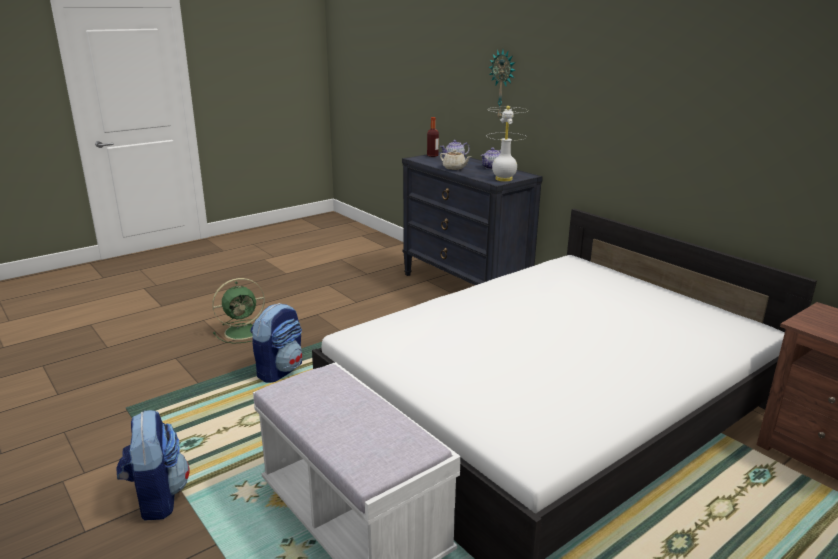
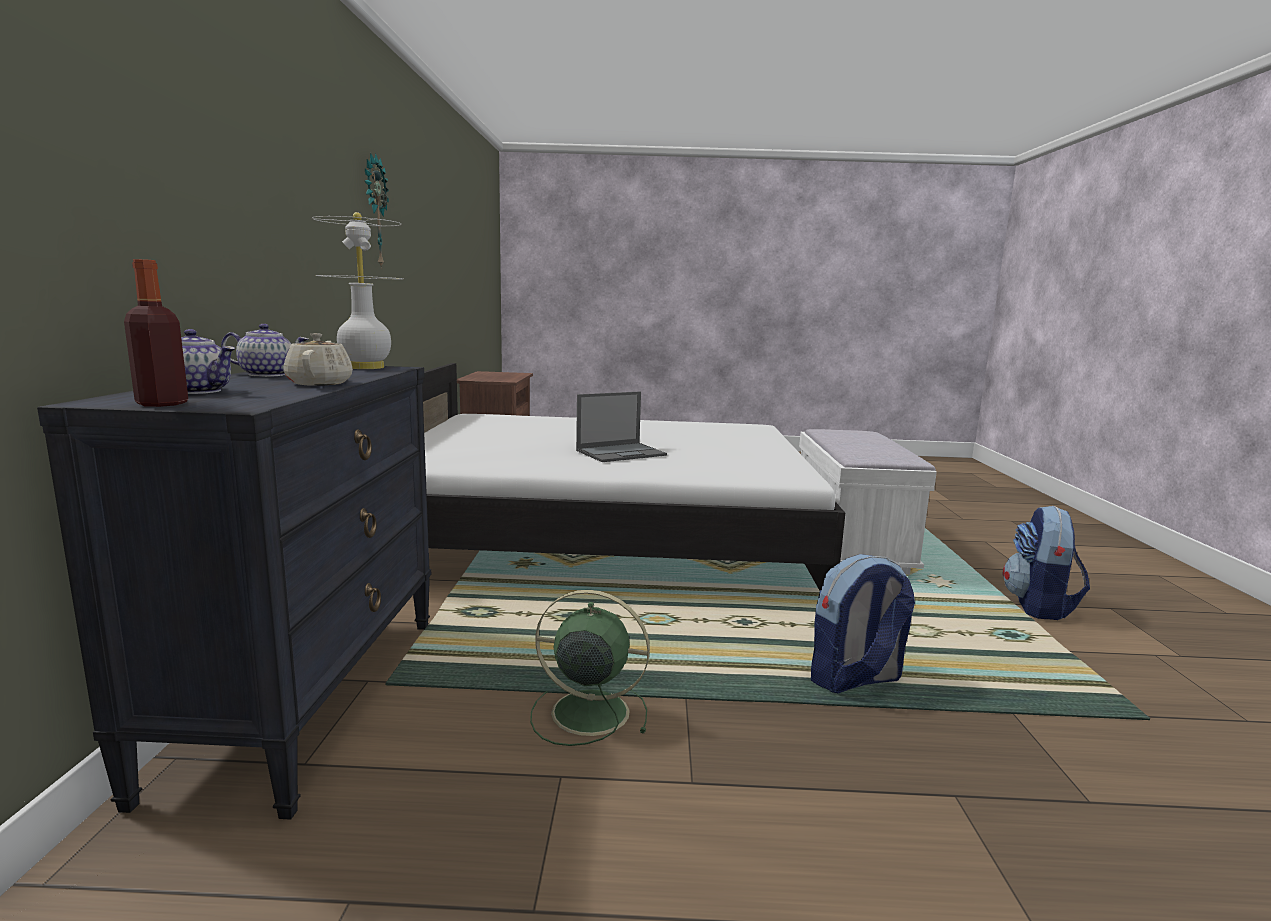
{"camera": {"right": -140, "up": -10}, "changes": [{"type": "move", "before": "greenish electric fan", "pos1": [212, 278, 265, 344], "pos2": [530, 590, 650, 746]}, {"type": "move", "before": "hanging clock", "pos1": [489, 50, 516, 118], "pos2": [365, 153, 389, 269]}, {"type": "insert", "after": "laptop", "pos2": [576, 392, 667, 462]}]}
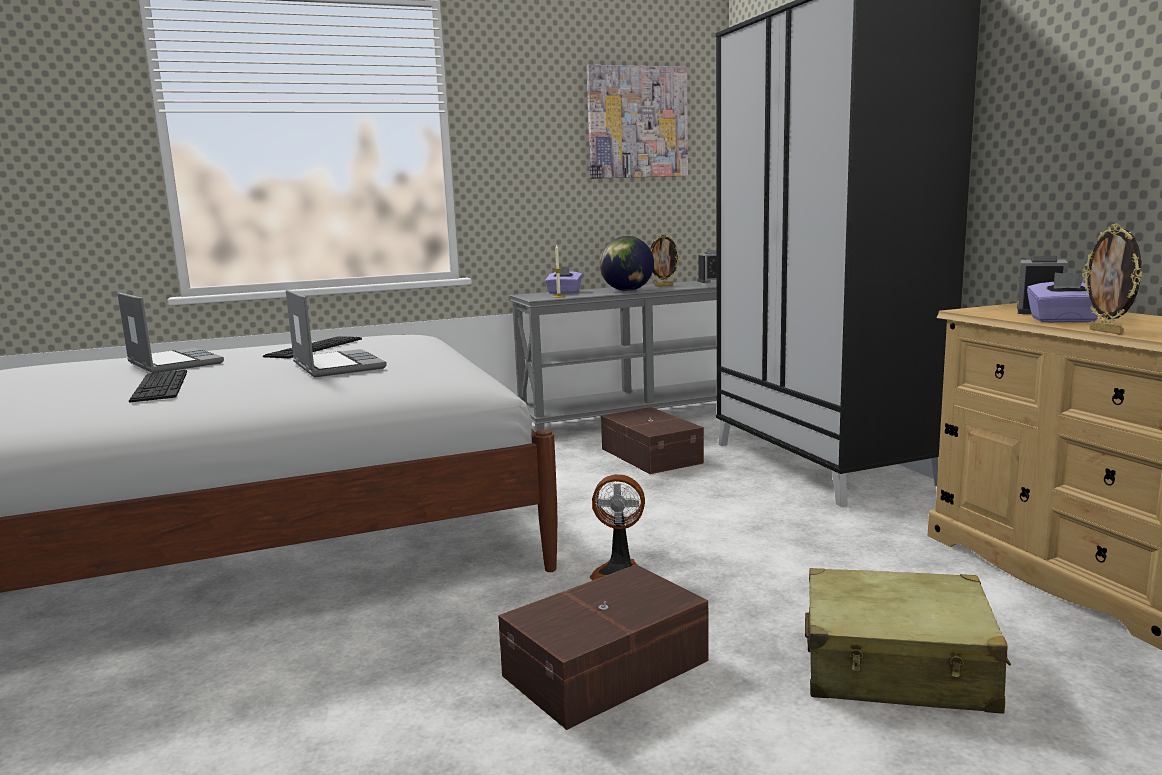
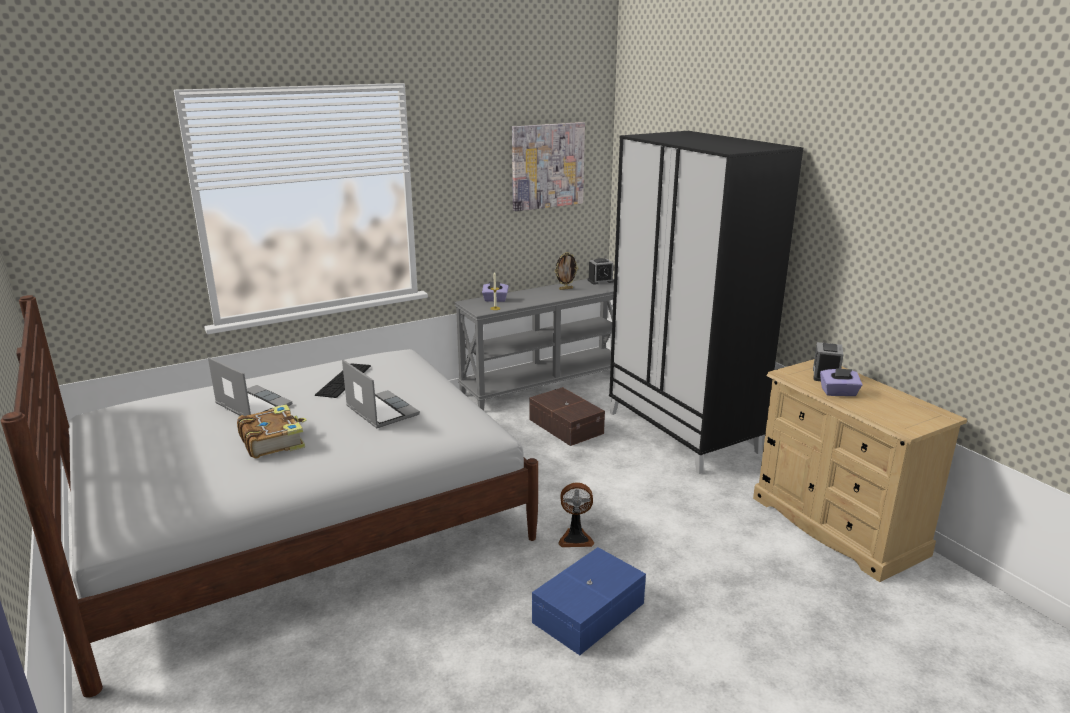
{"camera": {"right": -10, "up": 10}, "changes": [{"type": "replace", "before": "computer keyboard", "after": "bound book", "pos1": [129, 370, 187, 402], "pos2": [237, 404, 306, 459]}, {"type": "recolor", "before": "brownish storage bin", "after": "blue-coloured storage bin", "pos1": [498, 564, 709, 730], "pos2": [532, 547, 646, 655]}, {"type": "delete", "before": "globe", "pos1": [600, 236, 654, 291]}, {"type": "delete", "before": "beige piece of luggage", "pos1": [805, 568, 1011, 714]}, {"type": "delete", "before": "photo frame", "pos1": [1082, 224, 1143, 335]}]}
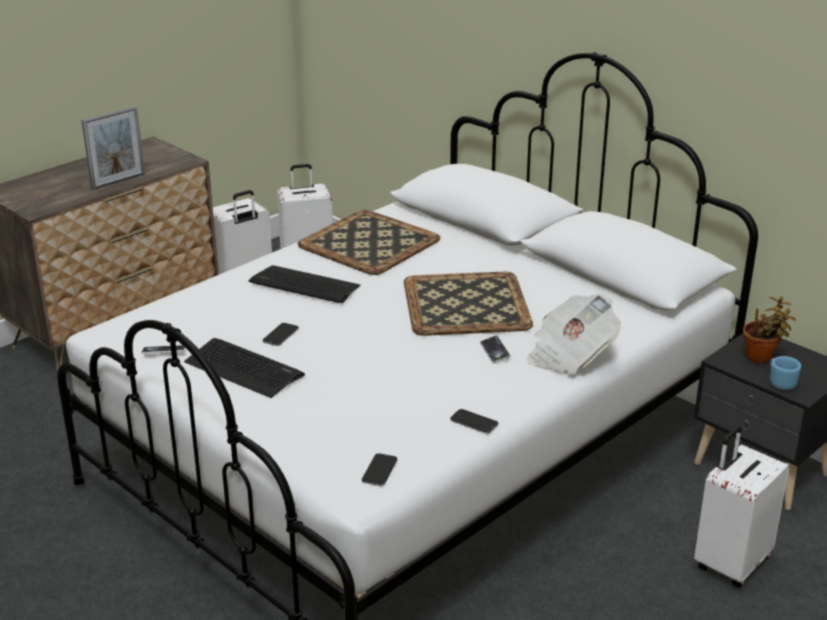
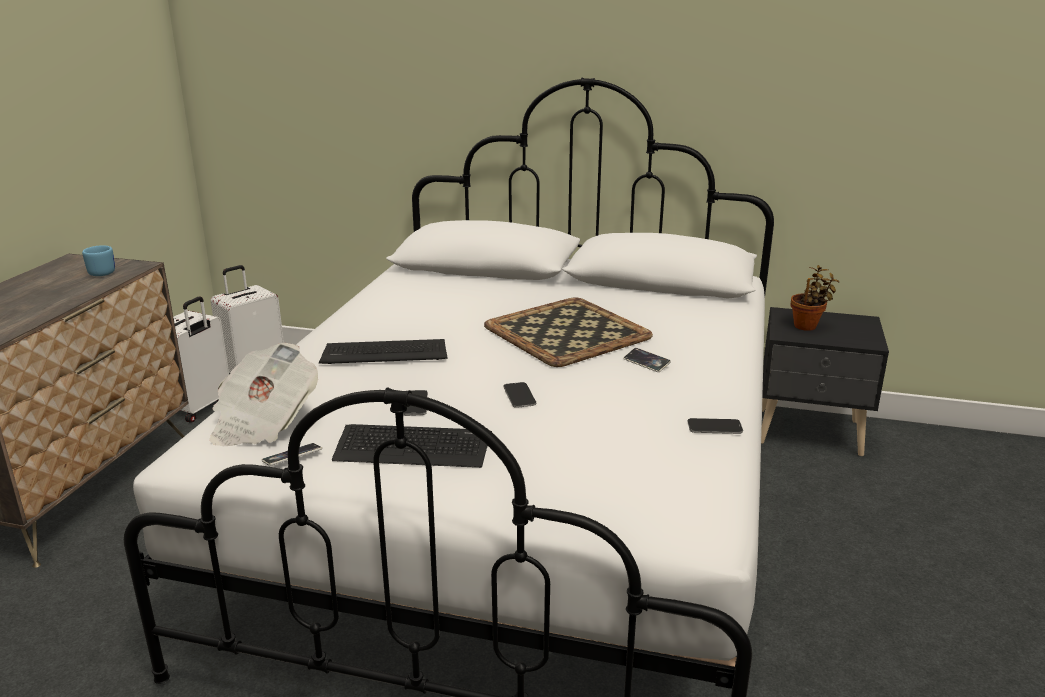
{"camera": {"right": -30, "up": -5}, "changes": [{"type": "delete", "before": "photo frame", "pos1": [81, 106, 145, 190]}, {"type": "delete", "before": "carrying tray", "pos1": [298, 210, 440, 275]}, {"type": "move", "before": "handset", "pos1": [362, 453, 397, 486], "pos2": [503, 382, 536, 408]}, {"type": "move", "before": "daily paper", "pos1": [527, 295, 621, 374], "pos2": [210, 343, 318, 446]}, {"type": "delete", "before": "whitish piece of luggage", "pos1": [694, 426, 790, 588]}, {"type": "move", "before": "blue-coloured tea mug", "pos1": [770, 356, 801, 390], "pos2": [82, 245, 115, 276]}]}
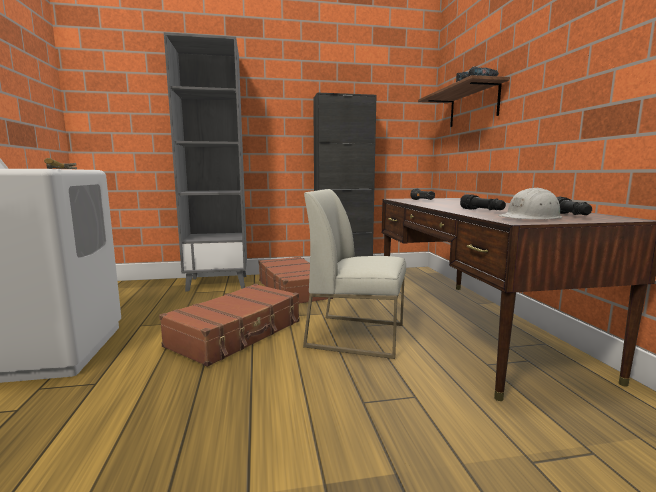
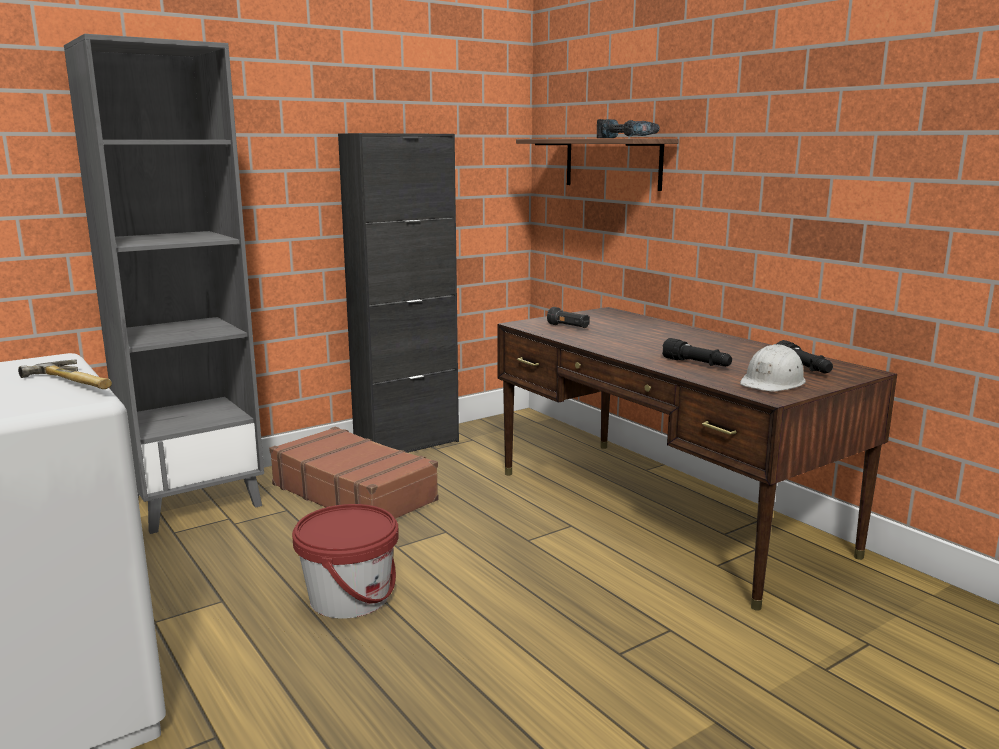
{"camera": {"right": -25, "up": 5}, "changes": [{"type": "replace", "before": "brownish piece of luggage", "after": "red water bucket", "pos1": [159, 284, 300, 367], "pos2": [292, 504, 399, 619]}, {"type": "delete", "before": "whitish chair", "pos1": [303, 189, 406, 359]}]}
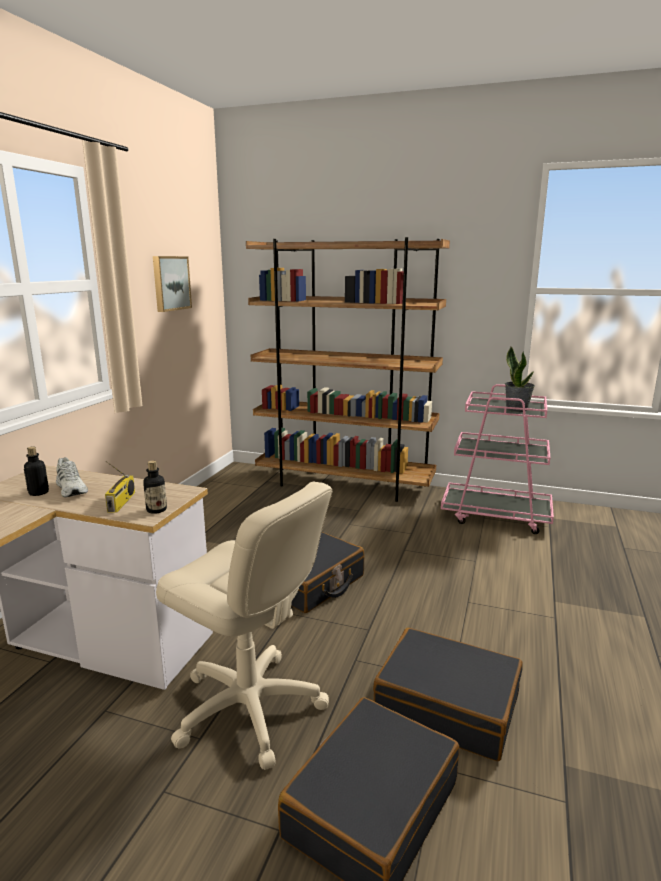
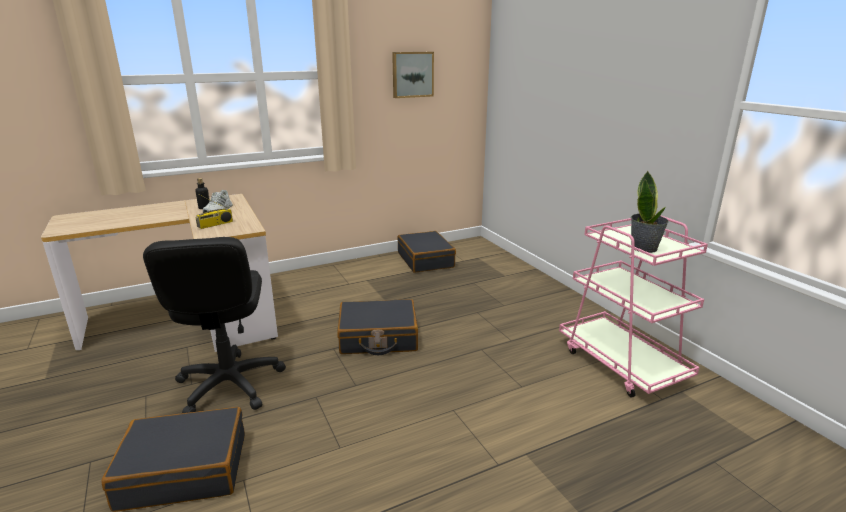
{"camera": {"right": 45, "up": 5}, "changes": [{"type": "delete", "before": "beverage bottle", "pos1": [143, 461, 167, 514]}, {"type": "recolor", "before": "beige office chair", "after": "blackish office chair", "pos1": [156, 482, 332, 770], "pos2": [143, 237, 286, 413]}, {"type": "delete", "before": "brownish bookcase", "pos1": [246, 237, 450, 502]}, {"type": "move", "before": "blackish piece of luggage", "pos1": [373, 628, 523, 761], "pos2": [397, 231, 456, 273]}]}
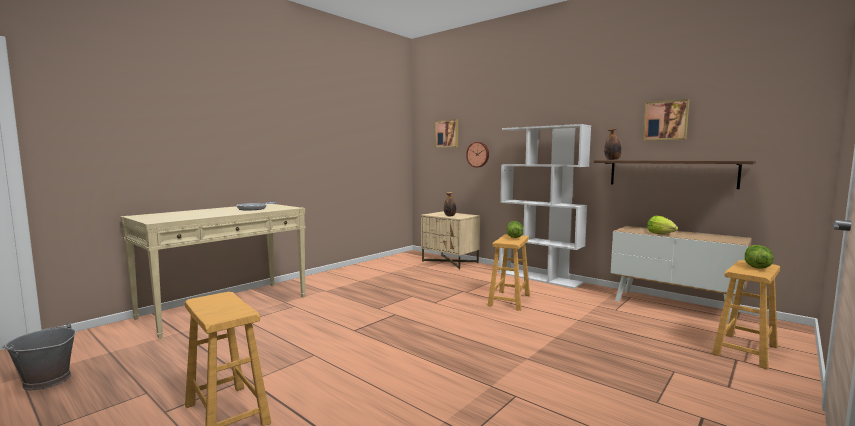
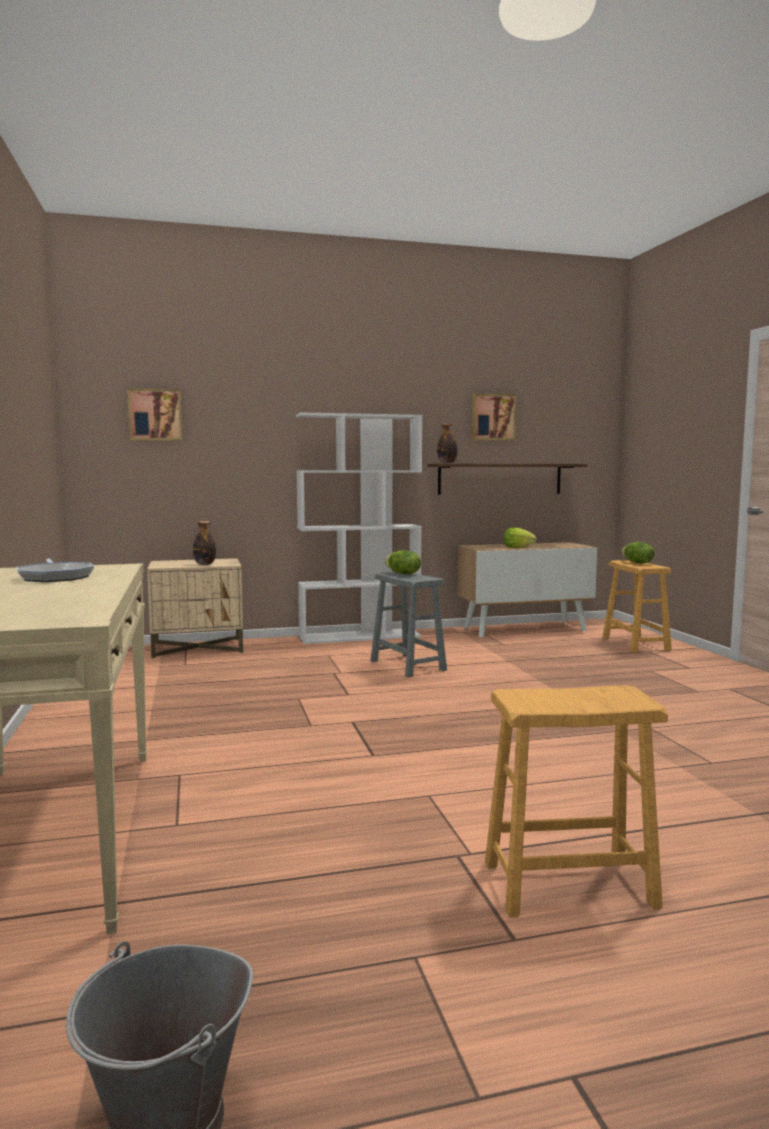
{"camera": {"right": -55, "up": 0}, "changes": [{"type": "delete", "before": "hanging clock", "pos1": [466, 142, 489, 167]}, {"type": "recolor", "before": "brownish stool", "after": "gray stool", "pos1": [487, 234, 530, 311], "pos2": [370, 571, 447, 677]}]}
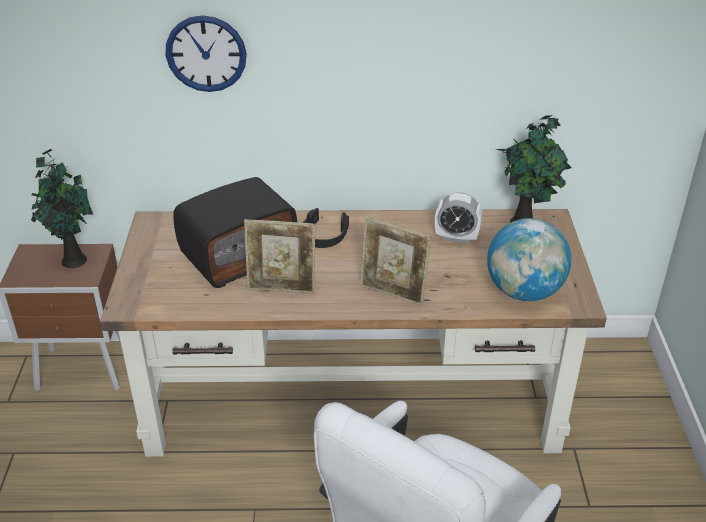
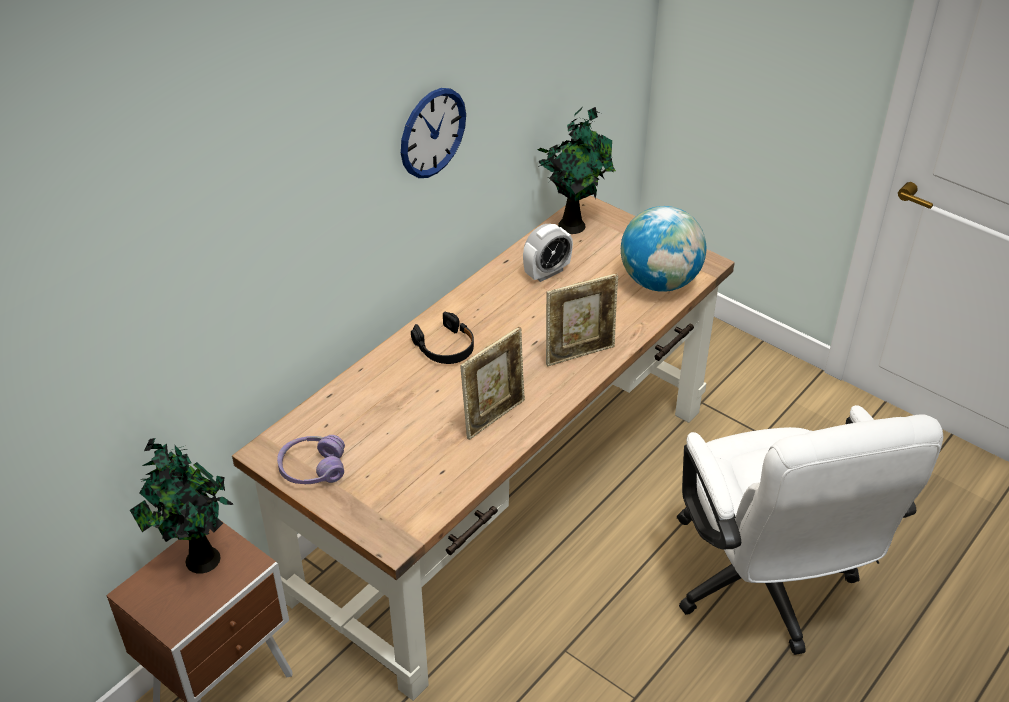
{"camera": {"right": -50, "up": 5}, "changes": [{"type": "move", "before": "hanging clock", "pos1": [165, 15, 247, 92], "pos2": [401, 88, 466, 178]}, {"type": "delete", "before": "radio receiver", "pos1": [173, 177, 297, 288]}, {"type": "insert", "after": "purple-coloured headphones", "pos2": [277, 435, 345, 484]}]}
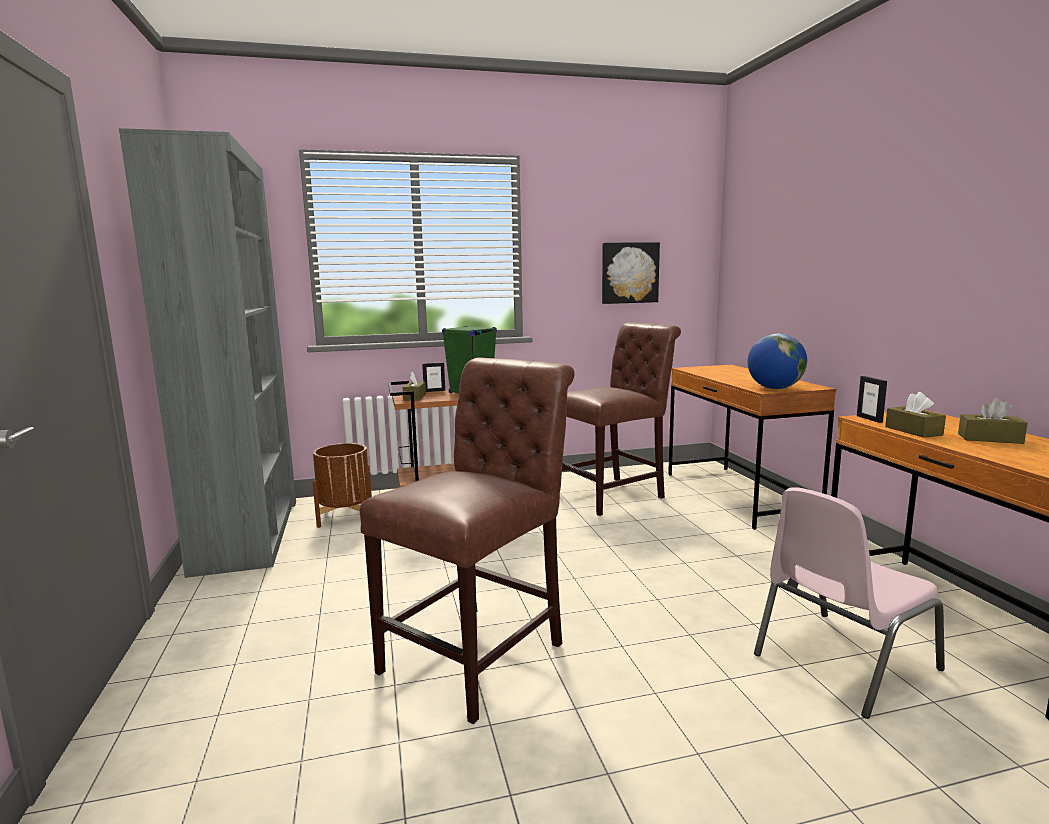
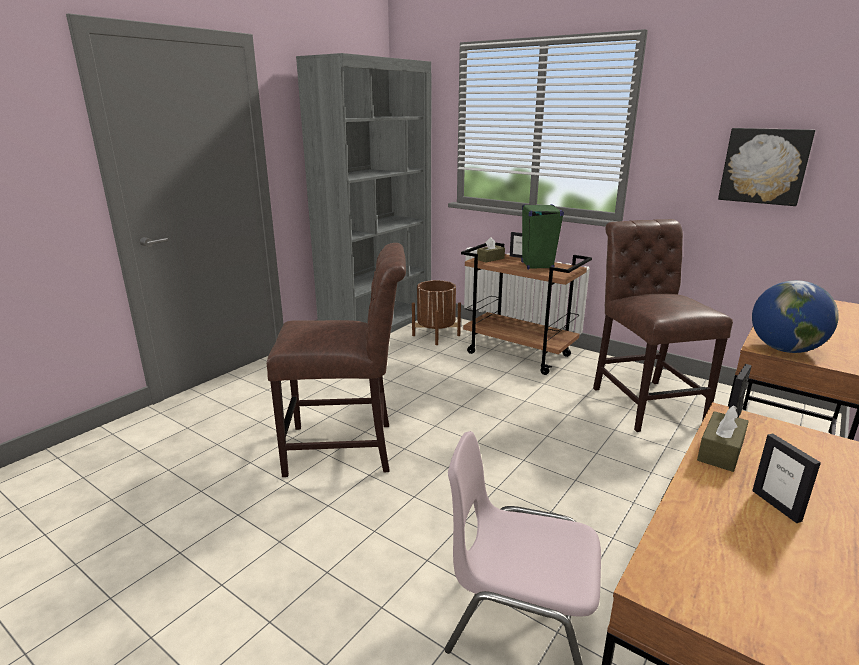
{"camera": {"right": 50, "up": 10}, "changes": [{"type": "rotate", "before": "brownish chair", "pos1": [562, 322, 681, 516], "pos2": [593, 219, 733, 432], "turn": -120}, {"type": "replace", "before": "brownish tissue box", "after": "photo frame", "pos1": [958, 398, 1028, 444], "pos2": [752, 434, 821, 523]}]}
